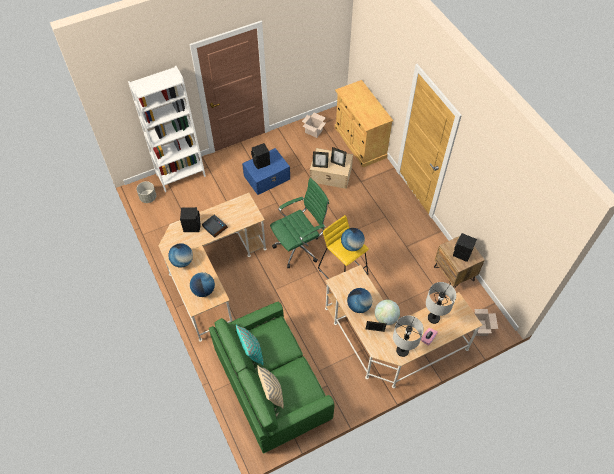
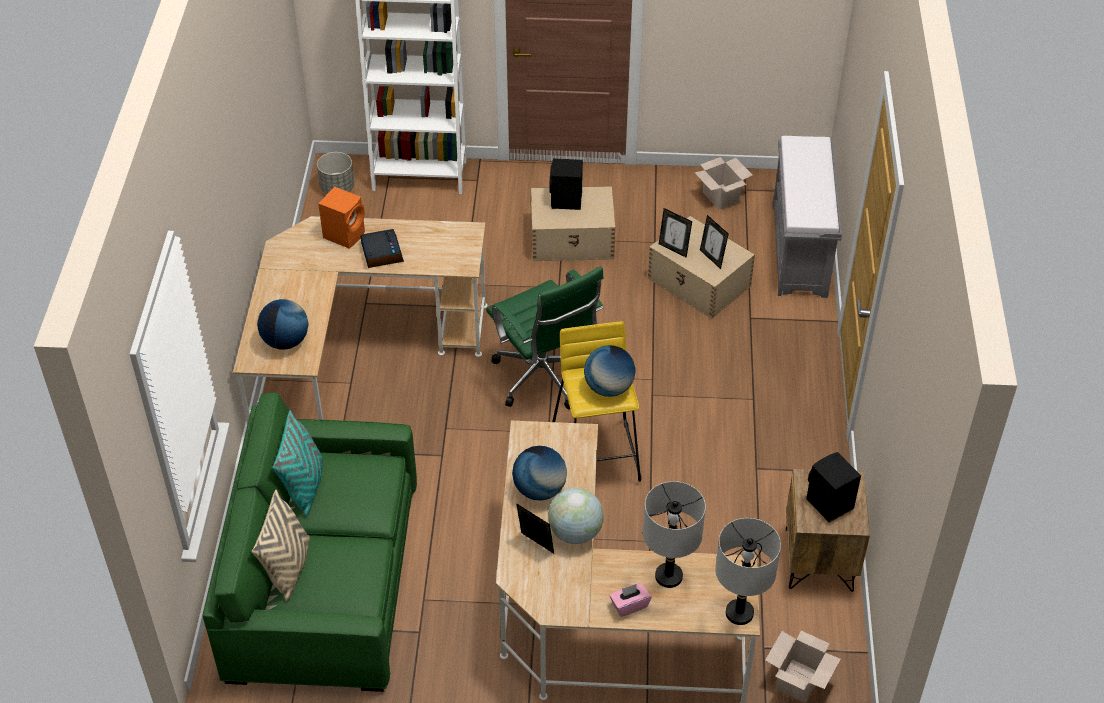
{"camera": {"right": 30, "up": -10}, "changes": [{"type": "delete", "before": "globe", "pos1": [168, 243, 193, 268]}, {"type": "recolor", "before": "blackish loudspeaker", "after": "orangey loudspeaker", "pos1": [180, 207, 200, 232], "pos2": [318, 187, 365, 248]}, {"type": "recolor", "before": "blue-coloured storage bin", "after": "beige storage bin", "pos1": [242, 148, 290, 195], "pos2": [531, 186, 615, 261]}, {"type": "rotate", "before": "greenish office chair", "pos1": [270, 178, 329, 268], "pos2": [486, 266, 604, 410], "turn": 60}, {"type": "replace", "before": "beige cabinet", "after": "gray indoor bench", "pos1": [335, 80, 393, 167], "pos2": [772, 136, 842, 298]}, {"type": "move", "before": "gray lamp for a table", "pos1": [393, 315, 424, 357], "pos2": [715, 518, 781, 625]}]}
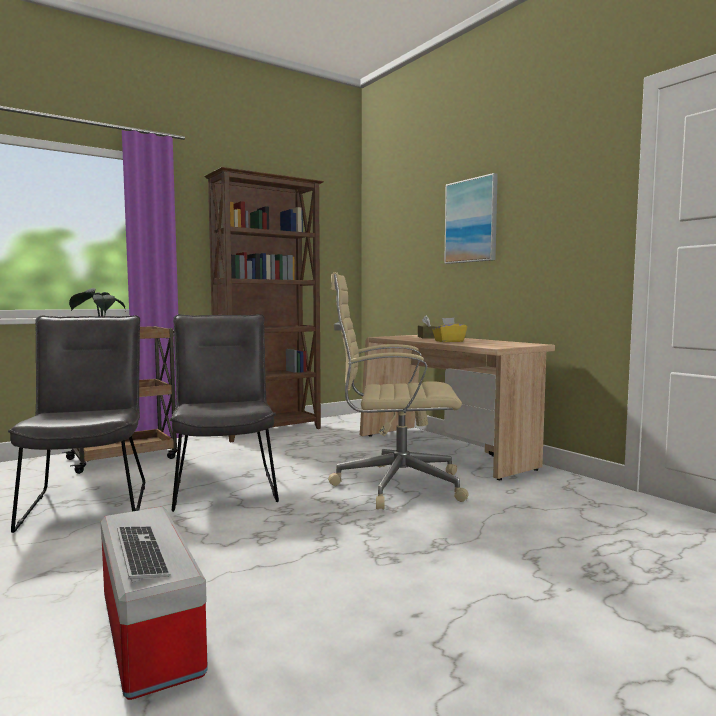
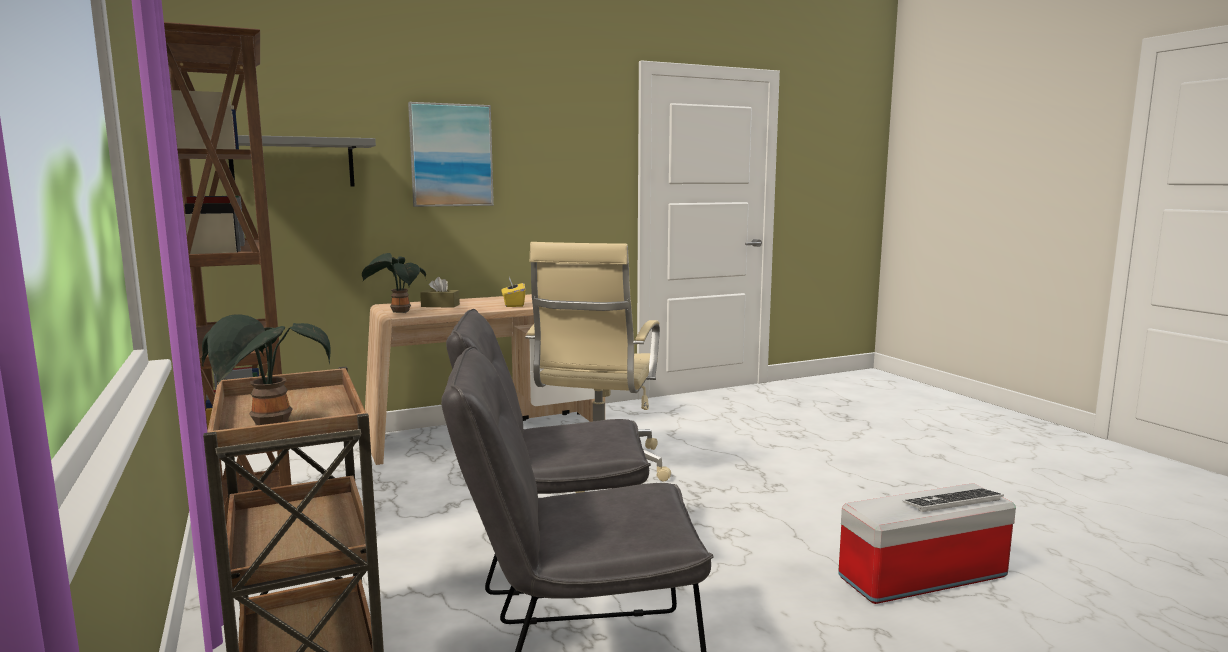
{"camera": {"right": -80, "up": 5}, "changes": [{"type": "insert", "after": "gray shelf", "pos2": [229, 135, 376, 186]}, {"type": "insert", "after": "potted plant", "pos2": [362, 253, 426, 313]}]}
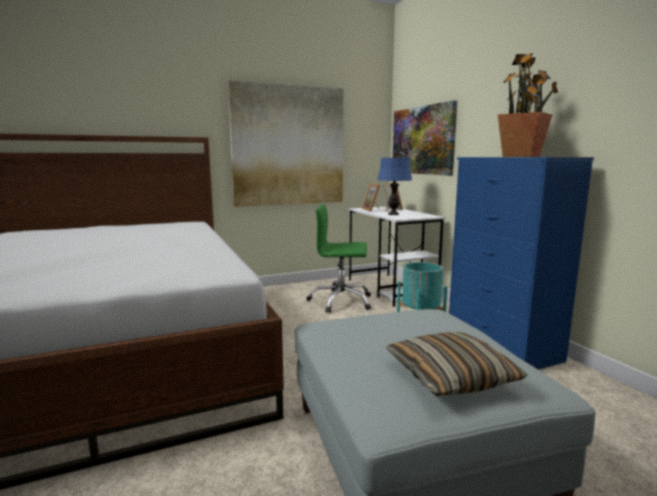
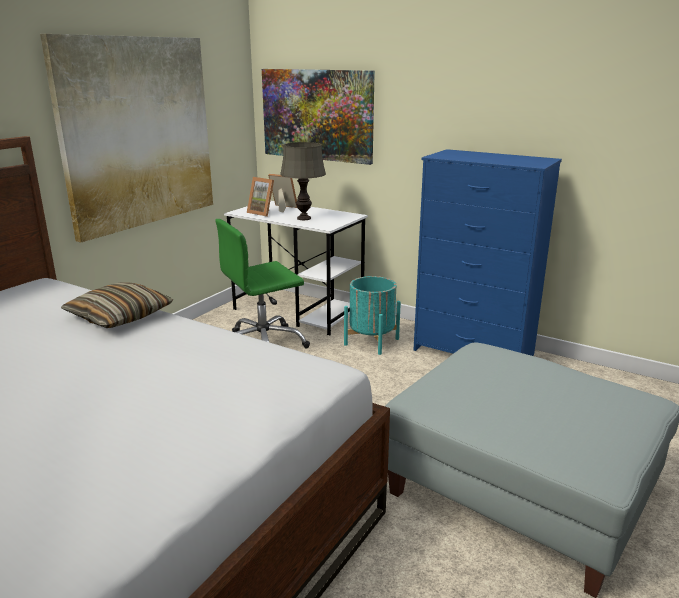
{"camera": {"right": -35, "up": 10}, "changes": [{"type": "recolor", "before": "blue-coloured lamp for a table", "after": "gray lamp for a table", "pos1": [378, 158, 412, 215], "pos2": [280, 142, 326, 220]}, {"type": "move", "before": "pillow", "pos1": [386, 332, 528, 396], "pos2": [61, 282, 173, 328]}, {"type": "delete", "before": "potted plant", "pos1": [498, 53, 558, 157]}]}
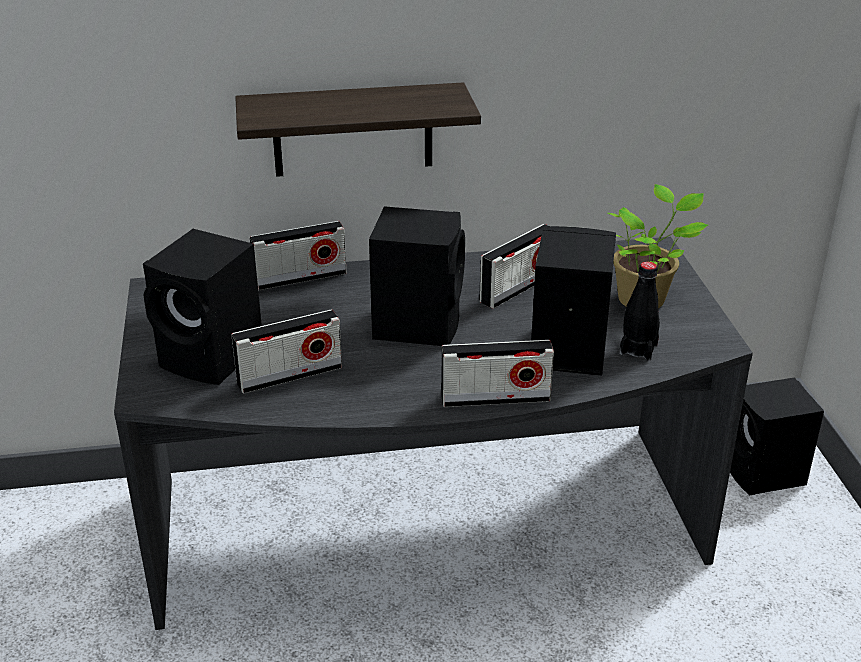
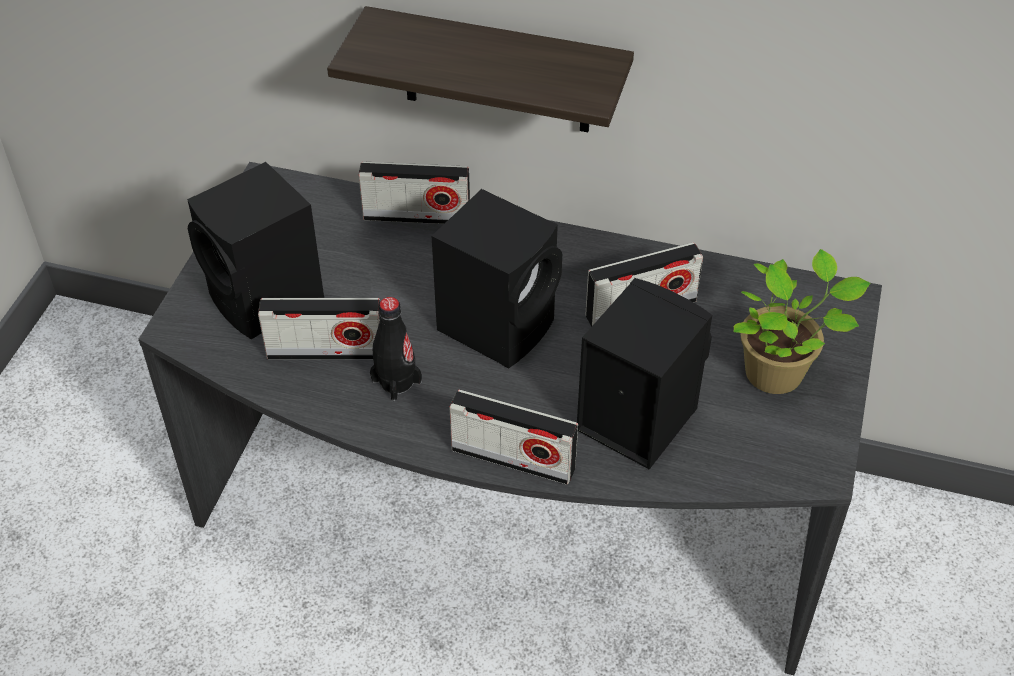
{"camera": {"right": 25, "up": 15}, "changes": [{"type": "move", "before": "blackish beverage bottle", "pos1": [619, 261, 660, 361], "pos2": [370, 297, 422, 401]}, {"type": "delete", "before": "blackish loudspeaker", "pos1": [730, 378, 824, 495]}]}
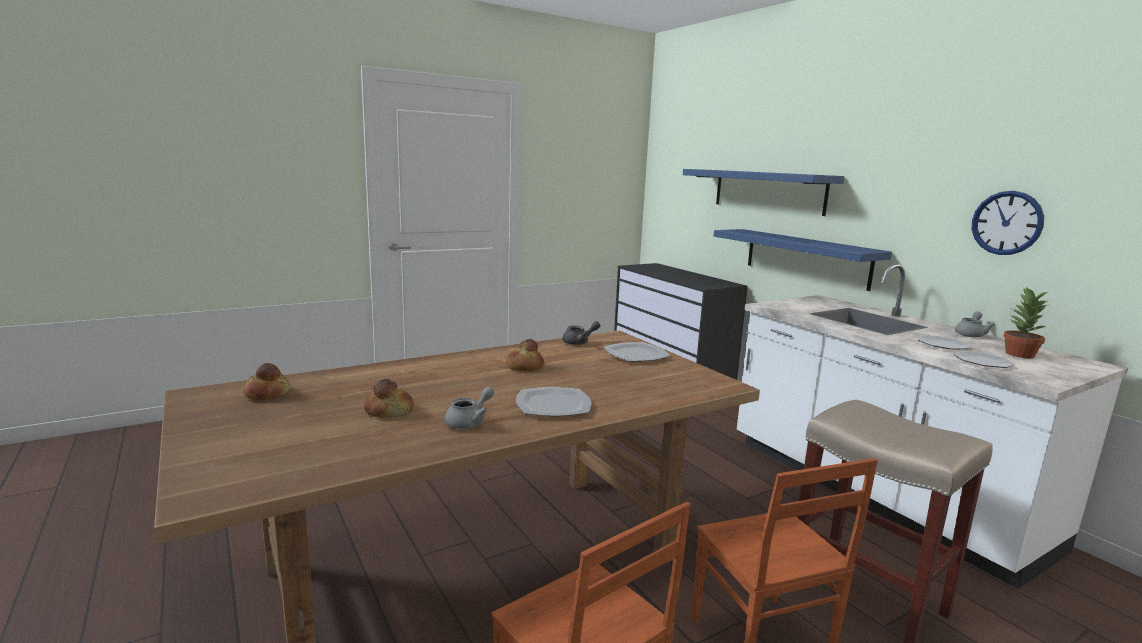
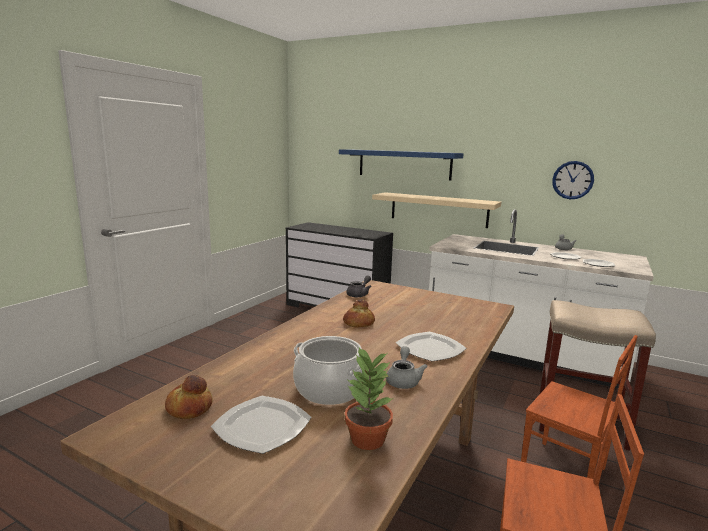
{"camera": {"right": -30, "up": 0}, "changes": [{"type": "replace", "before": "bread", "after": "cooking pot", "pos1": [364, 379, 414, 418], "pos2": [293, 336, 362, 405]}, {"type": "move", "before": "dinner plate", "pos1": [604, 342, 670, 362], "pos2": [211, 396, 311, 454]}, {"type": "recolor", "before": "blue-coloured shelf", "after": "beige shelf", "pos1": [714, 229, 892, 291], "pos2": [372, 192, 501, 228]}, {"type": "move", "before": "potted plant", "pos1": [1003, 287, 1049, 358], "pos2": [345, 348, 394, 450]}]}
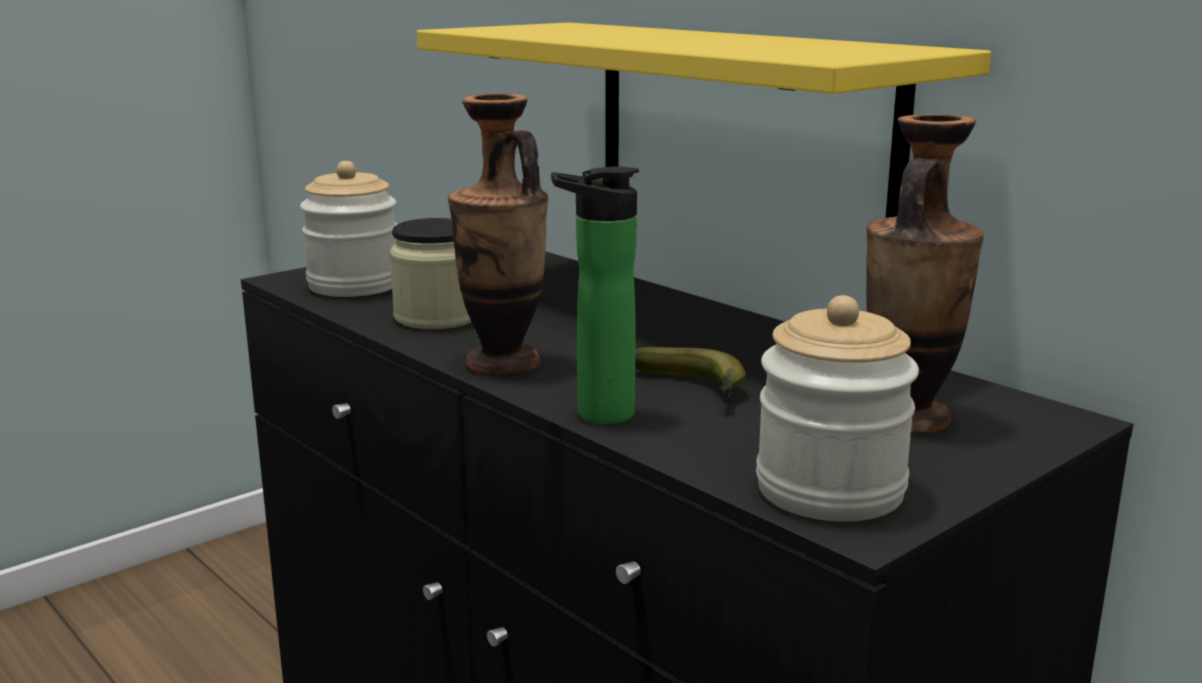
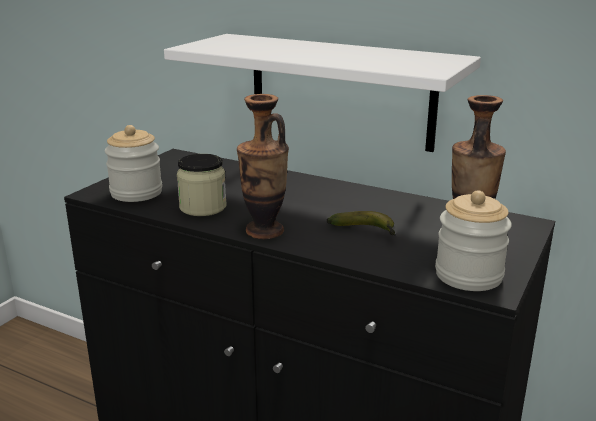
{"camera": {"right": -20, "up": 5}, "changes": [{"type": "recolor", "before": "yellowish shelf", "after": "whitish shelf", "pos1": [417, 23, 991, 218], "pos2": [164, 34, 481, 152]}, {"type": "delete", "before": "beverage bottle", "pos1": [551, 166, 639, 424]}]}
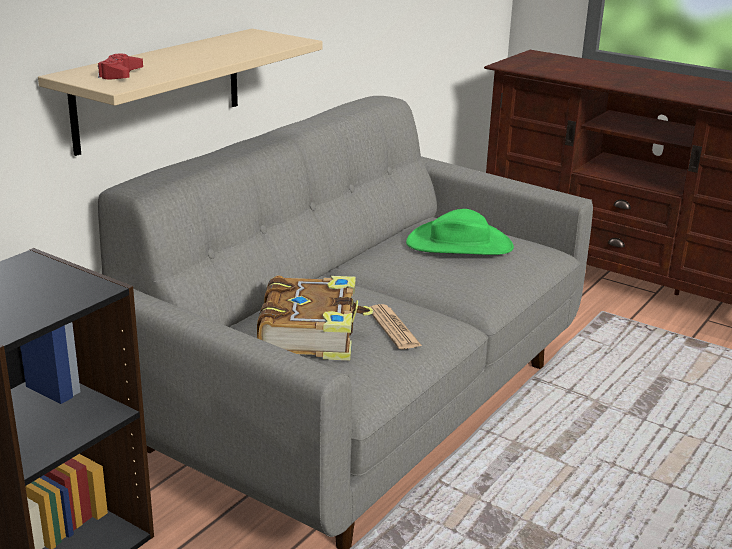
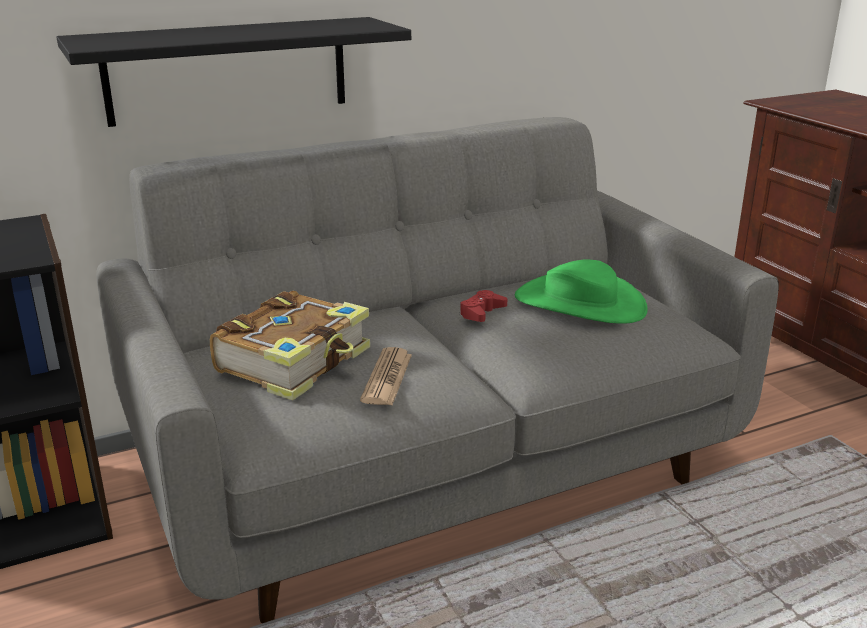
{"camera": {"right": 30, "up": 0}, "changes": [{"type": "recolor", "before": "beige shelf", "after": "blackish shelf", "pos1": [38, 29, 323, 156], "pos2": [57, 17, 411, 127]}, {"type": "move", "before": "red joypad", "pos1": [98, 53, 143, 79], "pos2": [460, 290, 507, 322]}]}
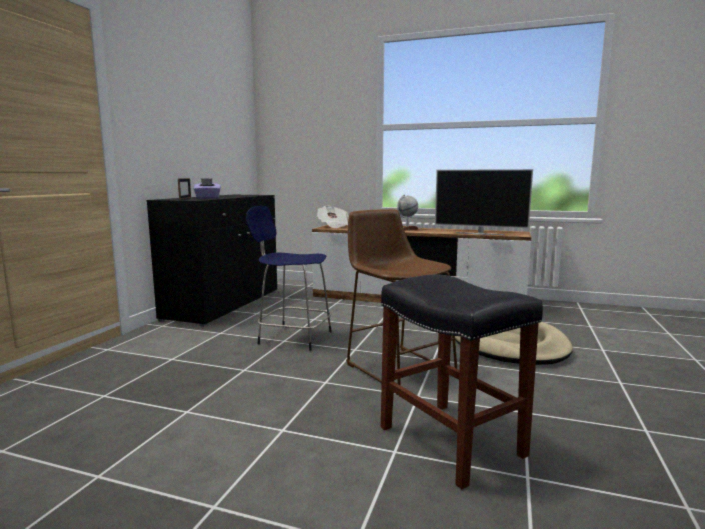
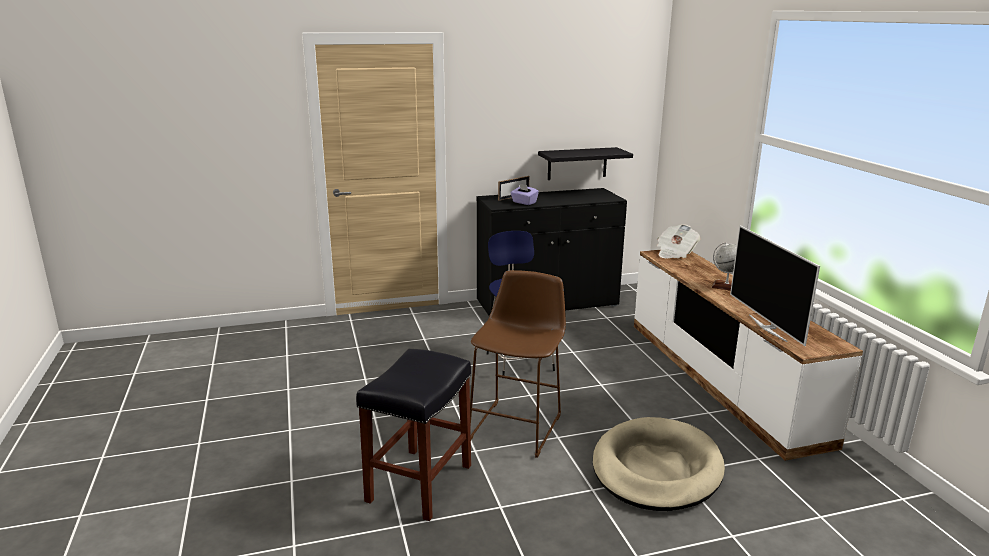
{"camera": {"right": 55, "up": 10}, "changes": [{"type": "insert", "after": "blackish shelf", "pos2": [538, 147, 633, 180]}]}
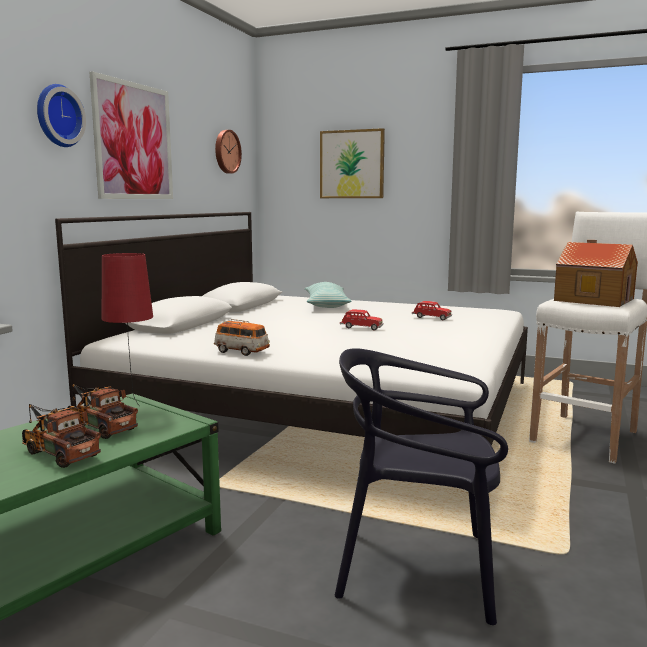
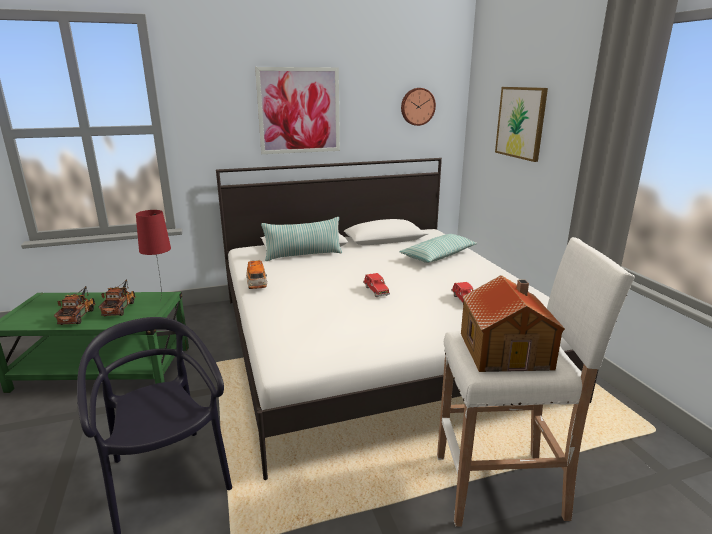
{"camera": {"right": 50, "up": 10}, "changes": [{"type": "delete", "before": "hanging clock", "pos1": [37, 84, 86, 147]}, {"type": "insert", "after": "pillow", "pos2": [261, 217, 342, 261]}]}
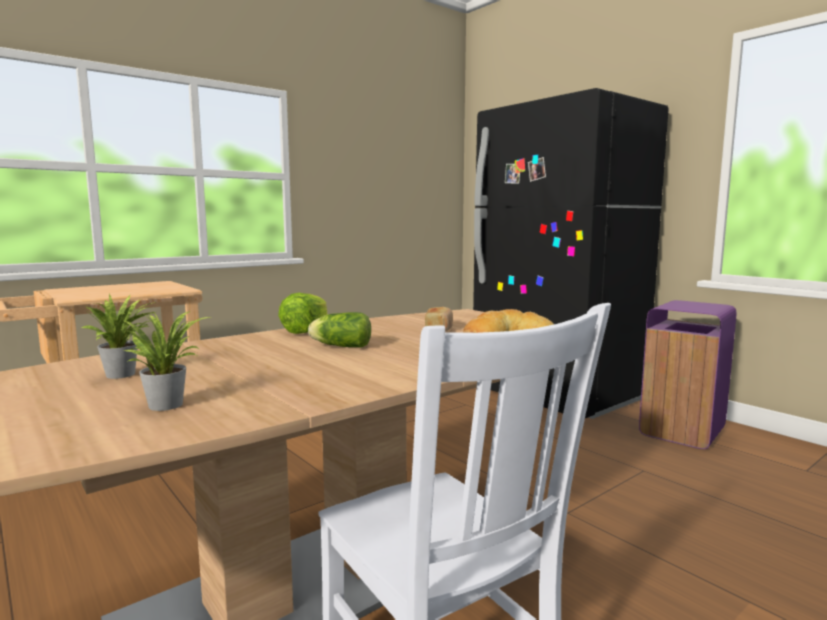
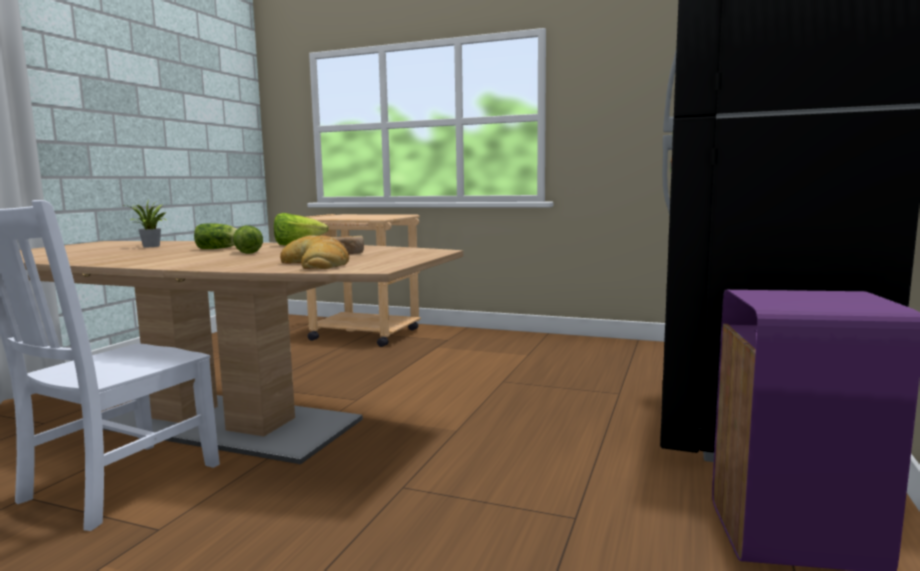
{"camera": {"right": 60, "up": 0}, "changes": [{"type": "delete", "before": "potted plant", "pos1": [119, 311, 210, 411]}, {"type": "insert", "after": "lettuce", "pos2": [194, 223, 237, 249]}]}
